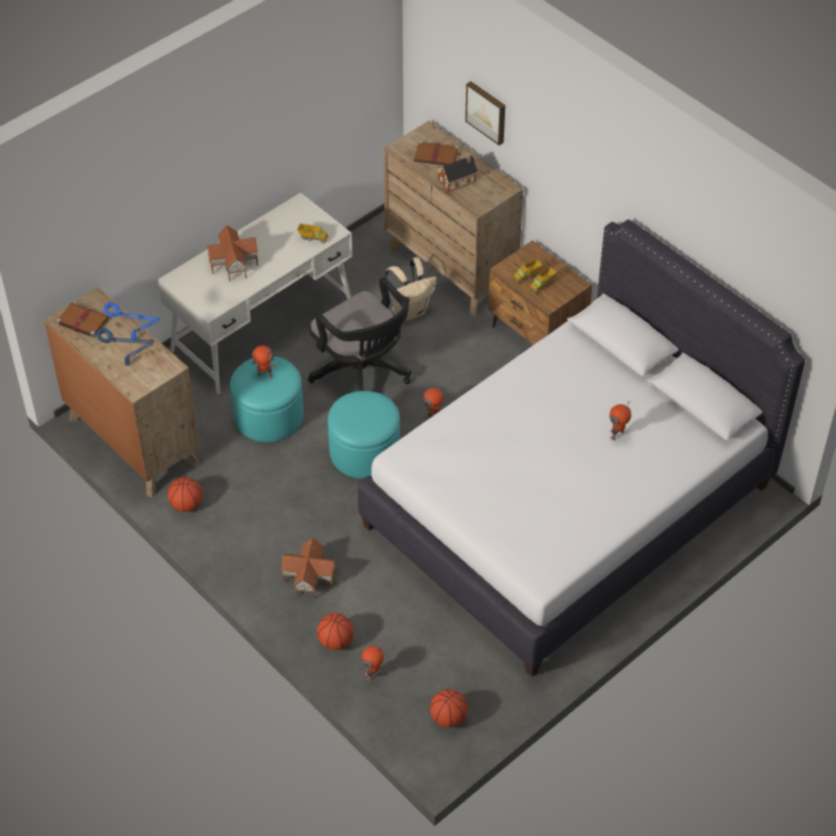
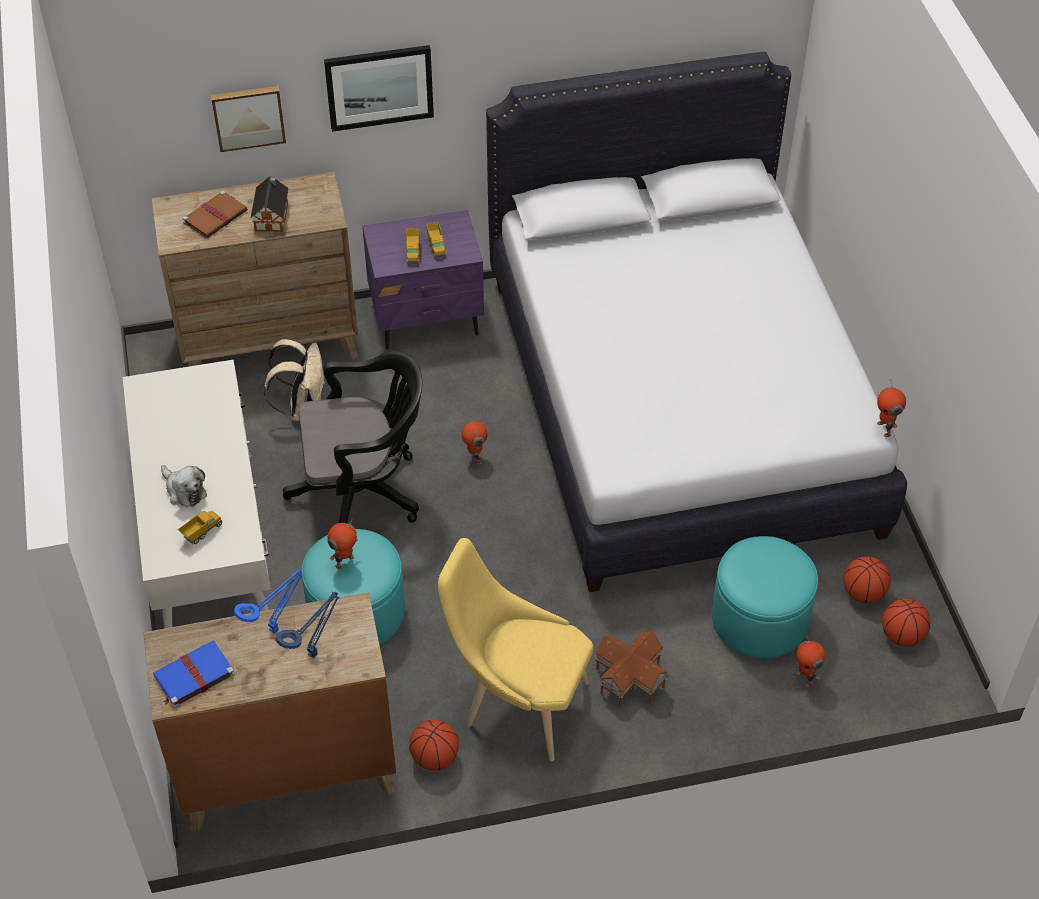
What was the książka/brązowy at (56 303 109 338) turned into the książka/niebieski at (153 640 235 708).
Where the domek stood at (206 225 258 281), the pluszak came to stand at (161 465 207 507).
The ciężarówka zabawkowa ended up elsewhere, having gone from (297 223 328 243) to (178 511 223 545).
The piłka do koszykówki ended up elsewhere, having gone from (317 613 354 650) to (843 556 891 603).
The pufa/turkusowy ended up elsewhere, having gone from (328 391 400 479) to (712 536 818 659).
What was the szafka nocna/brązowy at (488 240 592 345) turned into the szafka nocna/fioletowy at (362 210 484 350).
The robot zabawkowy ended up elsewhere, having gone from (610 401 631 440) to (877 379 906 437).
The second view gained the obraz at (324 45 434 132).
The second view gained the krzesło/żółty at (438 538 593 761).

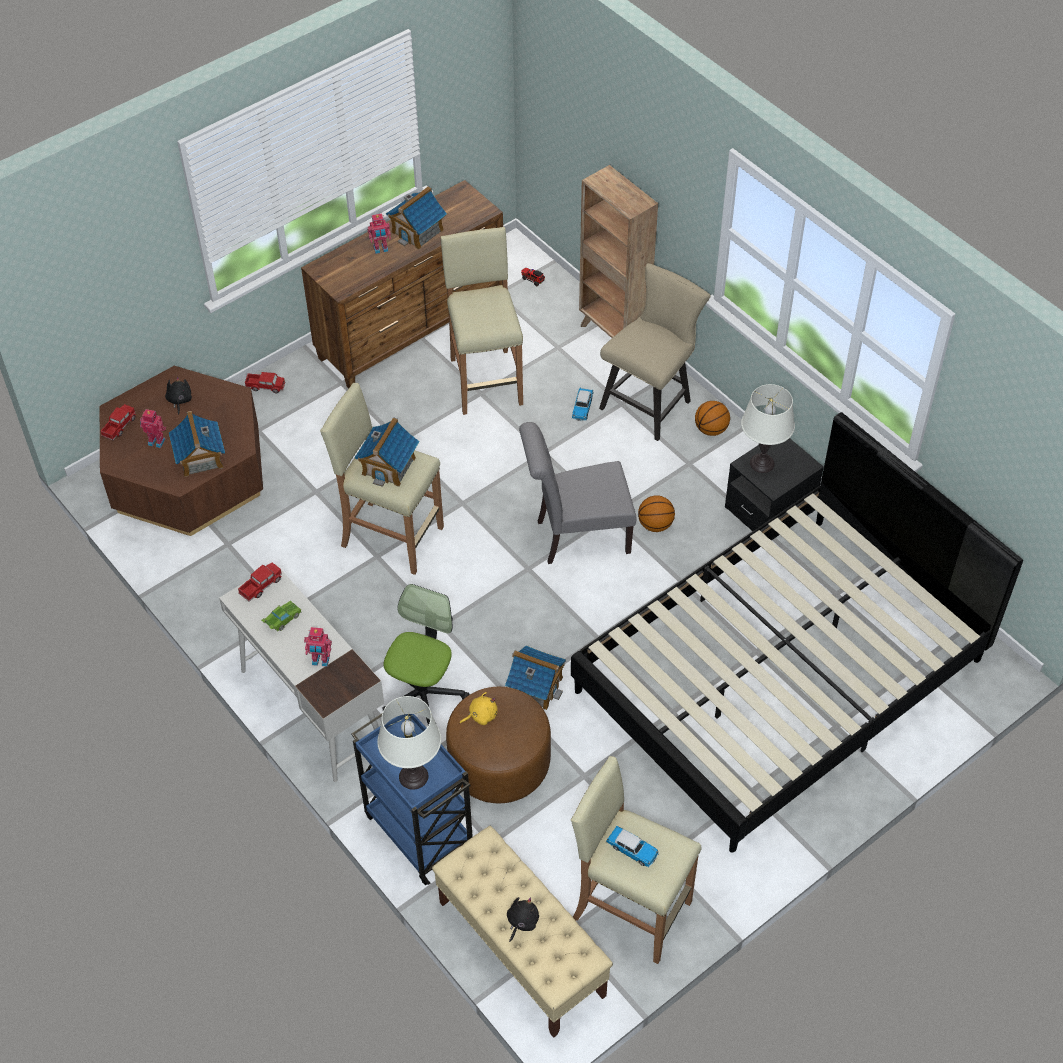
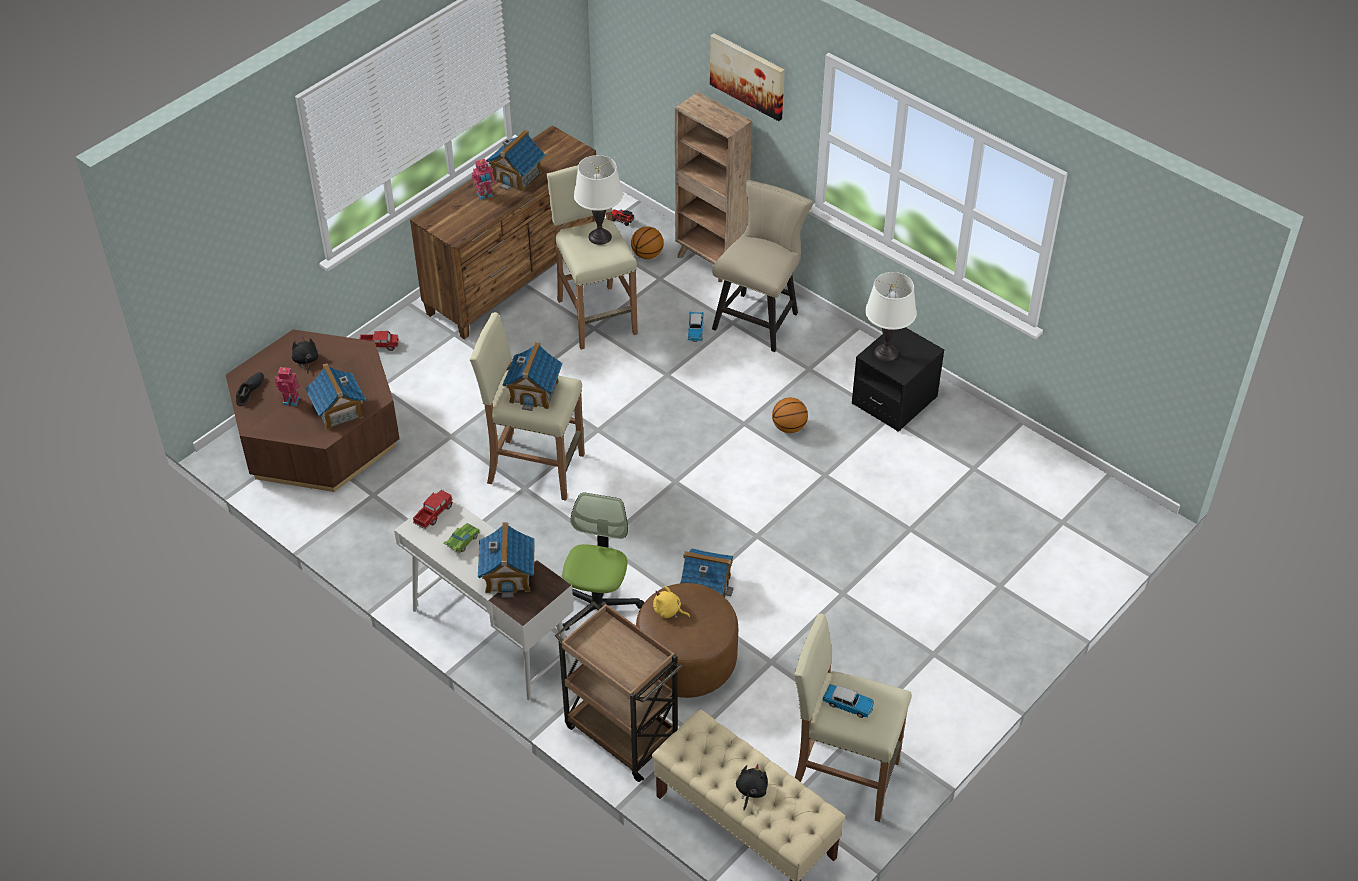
Where the ciężarówka zabawkowa stood at (101 404 136 440), the but/czarny came to stand at (236 372 264 406).
Where the robot zabawkowy stood at (304 627 332 667), the domek came to stand at (478 522 534 598).
What was the wózek/niebieski at (351 714 473 885) turned into the wózek/brązowy at (555 602 682 782).
The lampa stołowa/biały ended up elsewhere, having gone from (377 696 441 790) to (573 155 623 245).
The pluszak/żółty at (460 692 498 725) ended up facing another way, 120 degrees counterclockwise from before.
The second view lost the krzesło/szary at (519 422 637 564).
The second view lost the łóżko/czarny at (571 412 1023 853).
The piłka do koszykówki ended up elsewhere, having gone from (695 401 730 436) to (631 226 664 259).
The second view gained the obraz at (710 33 785 121).

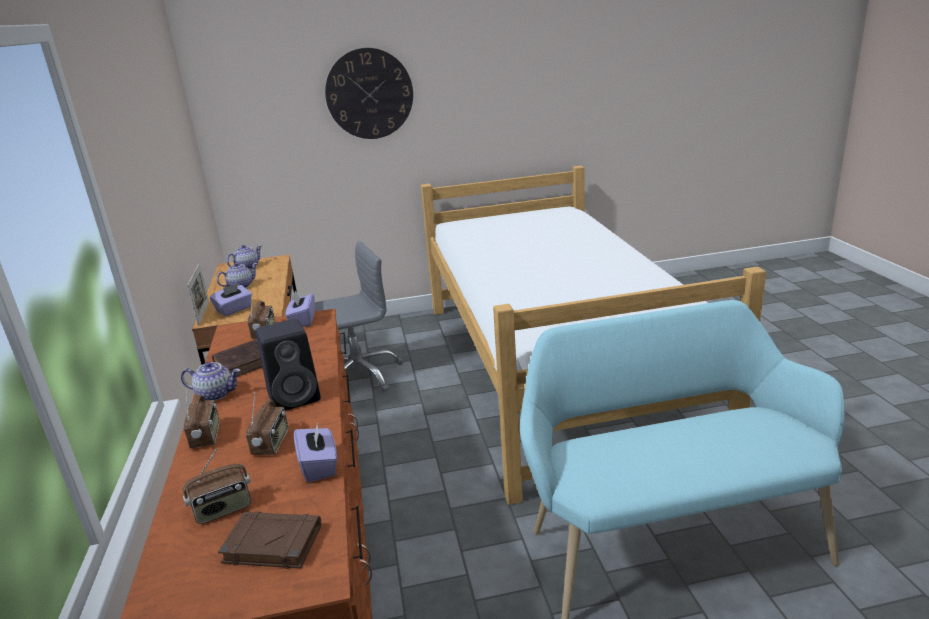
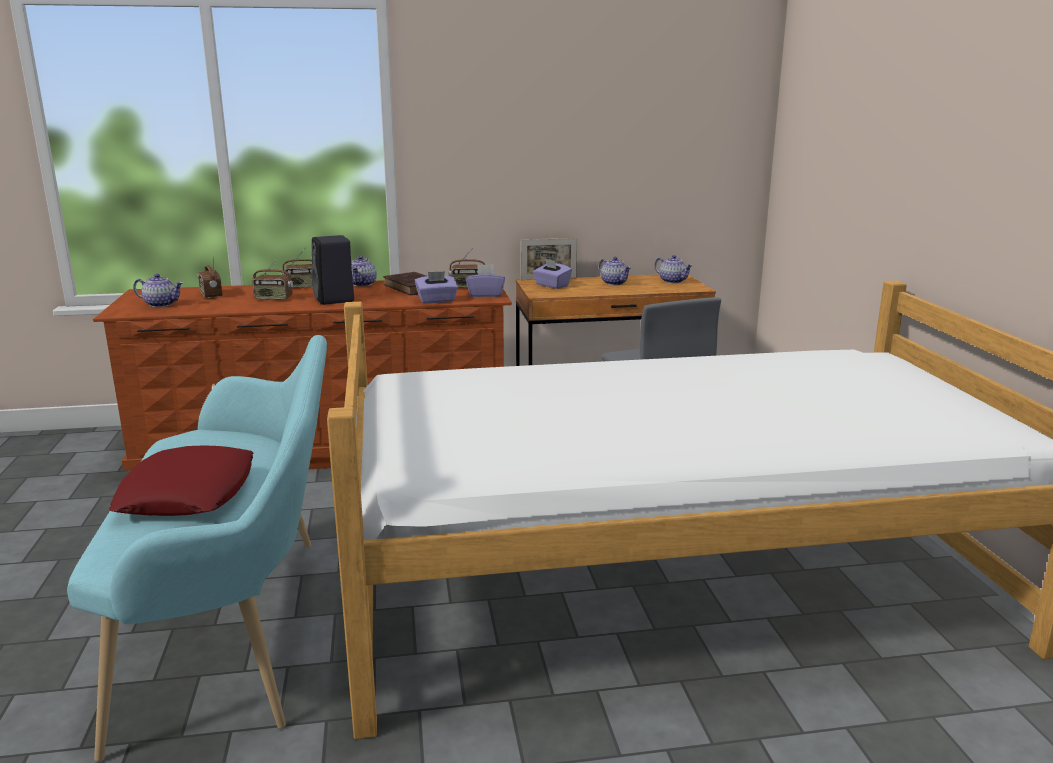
Where the książka/brązowy stood at (218 511 321 569), the imbryk came to stand at (133 274 183 307).
The pudełko chusteczek/fioletowy ended up elsewhere, having gone from (294 421 337 482) to (415 271 458 304).
The second view lost the zegar ścienny at (325 48 413 139).
The second view gained the poduszka/czerwony at (109 446 253 516).

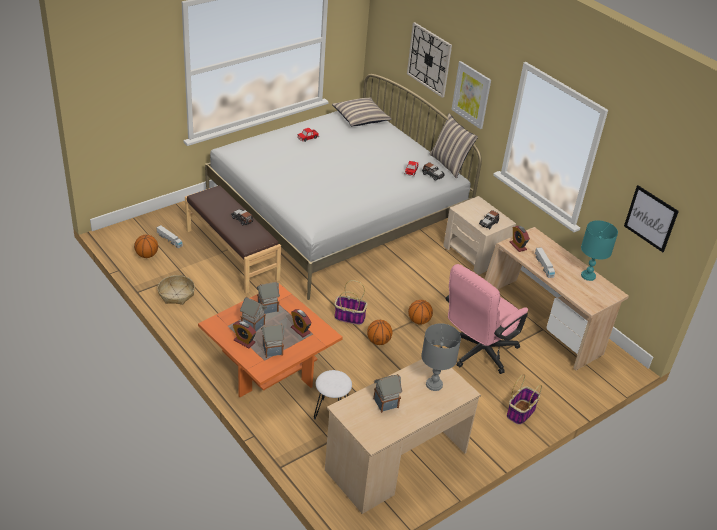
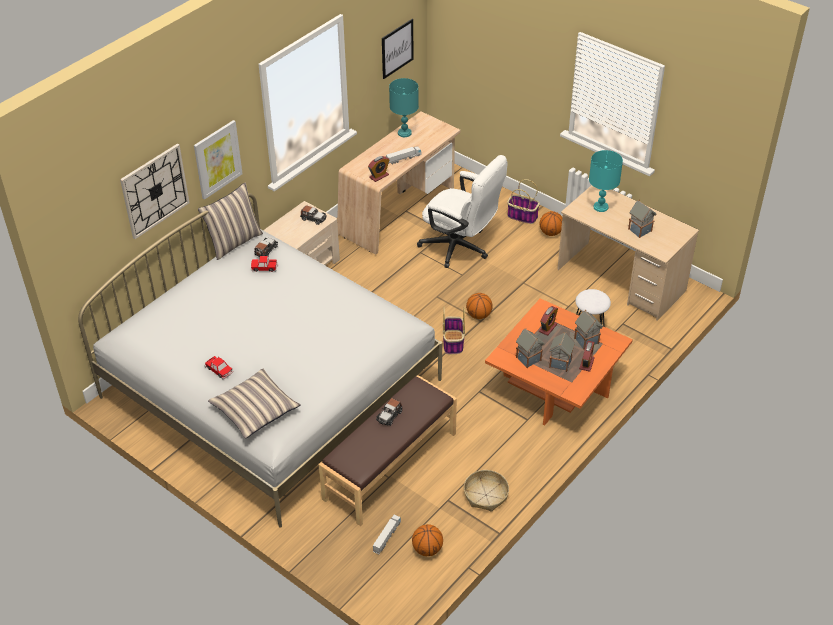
The poduszka ended up elsewhere, having gone from (332 97 392 126) to (208 369 301 439).
The piłka do koszykówki ended up elsewhere, having gone from (408 300 433 325) to (539 211 562 236).
What was the lampa stołowa/szary at (421 323 461 391) turned into the lampa stołowa/turkusowy at (589 150 623 212).
What was the krzesło biurowe/różowy at (446 264 528 374) turned into the krzesło biurowe/biały at (417 155 508 268).

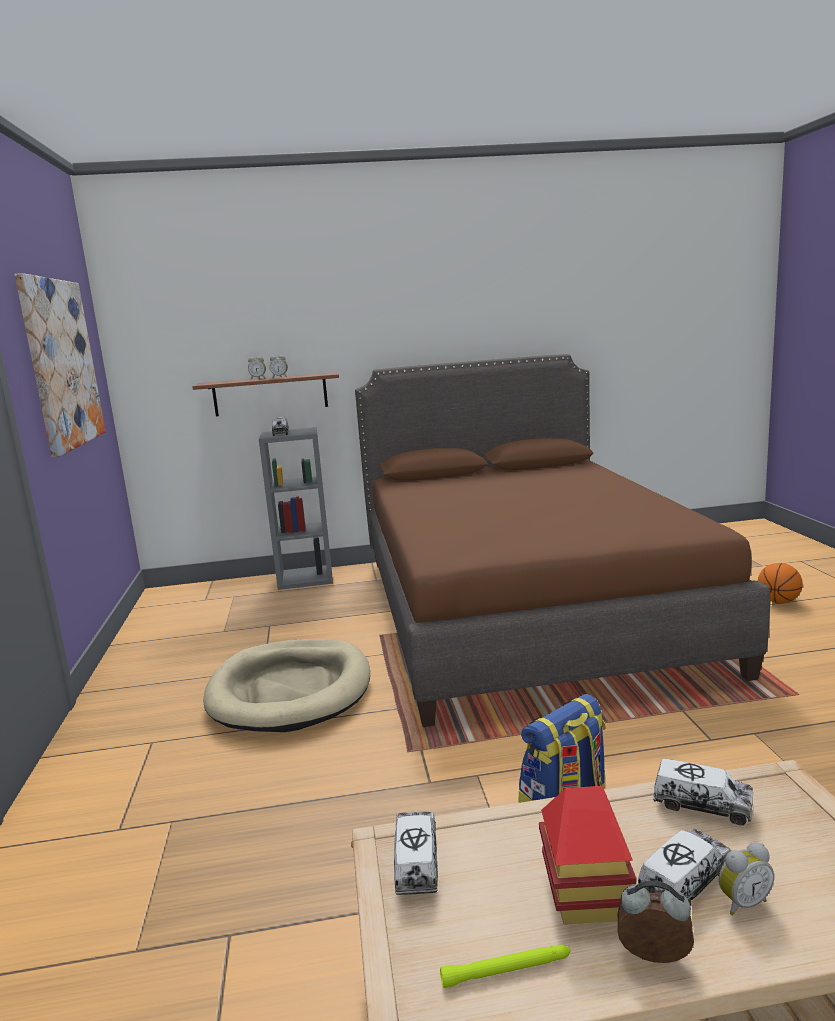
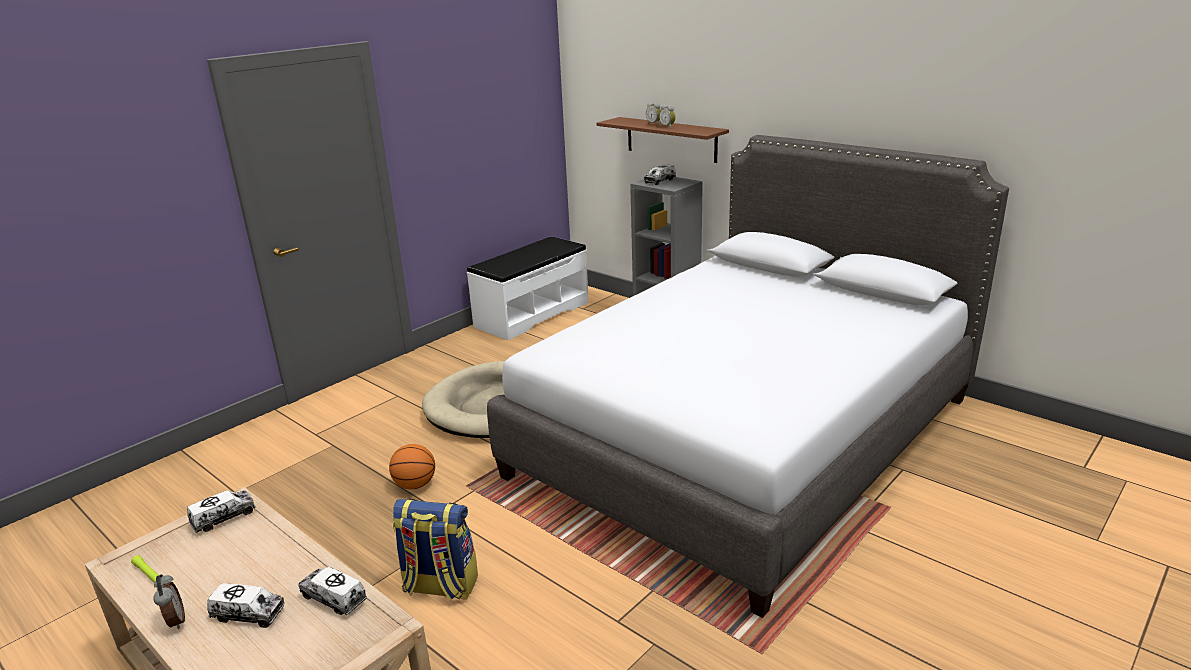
The second view lost the obraz at (15 273 106 458).
What was the łóżko/brązowy at (355 354 770 727) turned into the łóżko/szary at (487 135 1009 618).
The second view lost the domek at (539 786 636 924).
The ciężarówka zabawkowa at (653 758 753 825) ended up facing another way, 135 degrees clockwise from before.
The second view lost the budzik at (719 843 774 915).
The piłka do koszykówki ended up elsewhere, having gone from (758 563 803 604) to (389 444 435 490).
The second view gained the ławka/biały at (467 237 589 340).

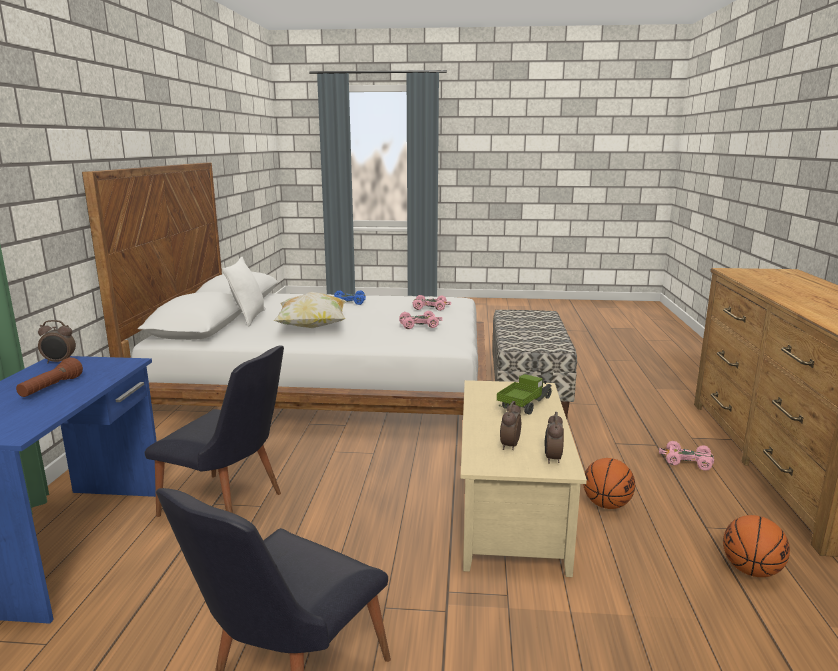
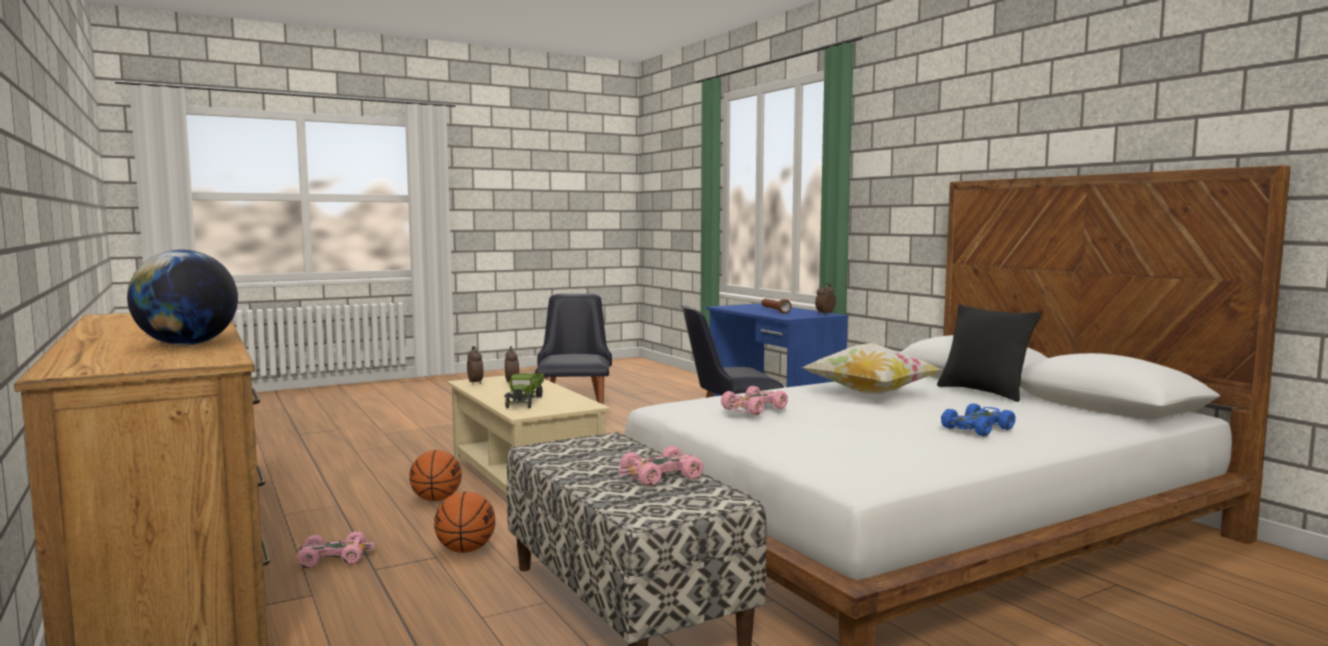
What was the poduszka/biały at (222 257 266 327) turned into the poduszka/czarny at (937 304 1041 402).
The samochodzik/różowy ended up elsewhere, having gone from (413 295 451 311) to (617 446 703 486).
The piłka do koszykówki ended up elsewhere, having gone from (723 515 790 577) to (434 491 495 553).
The second view gained the globus at (127 250 238 345).

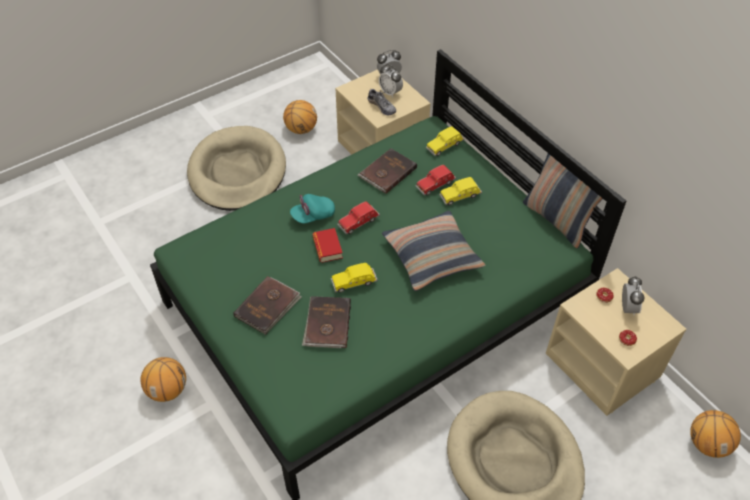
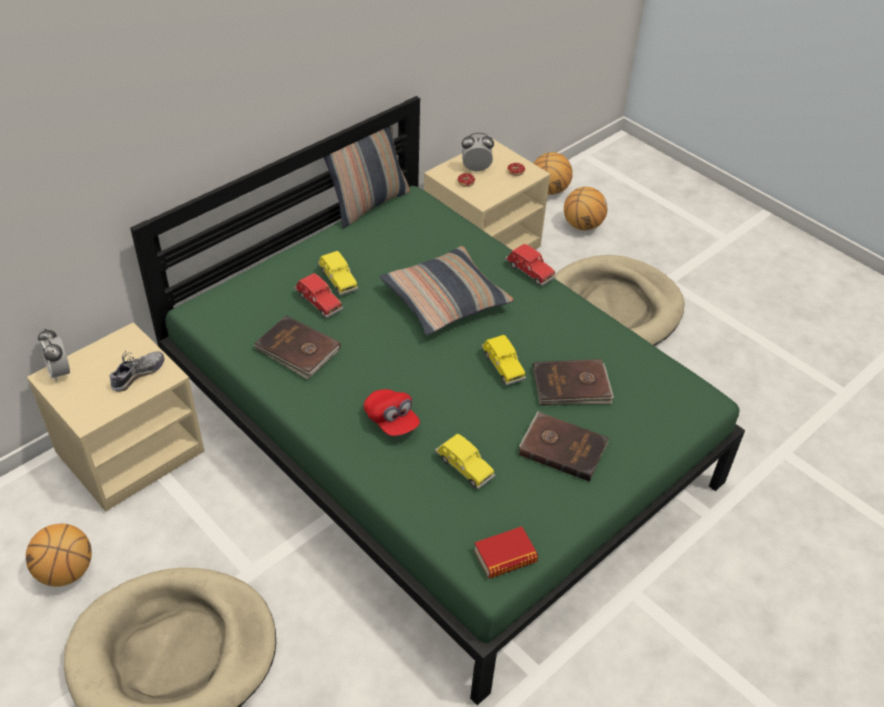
The piłka do koszykówki ended up elsewhere, having gone from (141 357 186 402) to (564 187 608 230).
What was the czapka z daszkiem/turkusowy at (290 194 335 223) turned into the czapka z daszkiem/czerwony at (364 389 420 436).
The książka ended up elsewhere, having gone from (313 228 343 263) to (474 526 538 579).
The samochodzik/czerwony ended up elsewhere, having gone from (337 201 380 235) to (505 244 556 286).
The second view lost the budzik at (379 64 403 97).
The samochodzik/żółty ended up elsewhere, having gone from (426 126 464 156) to (435 434 495 490).

